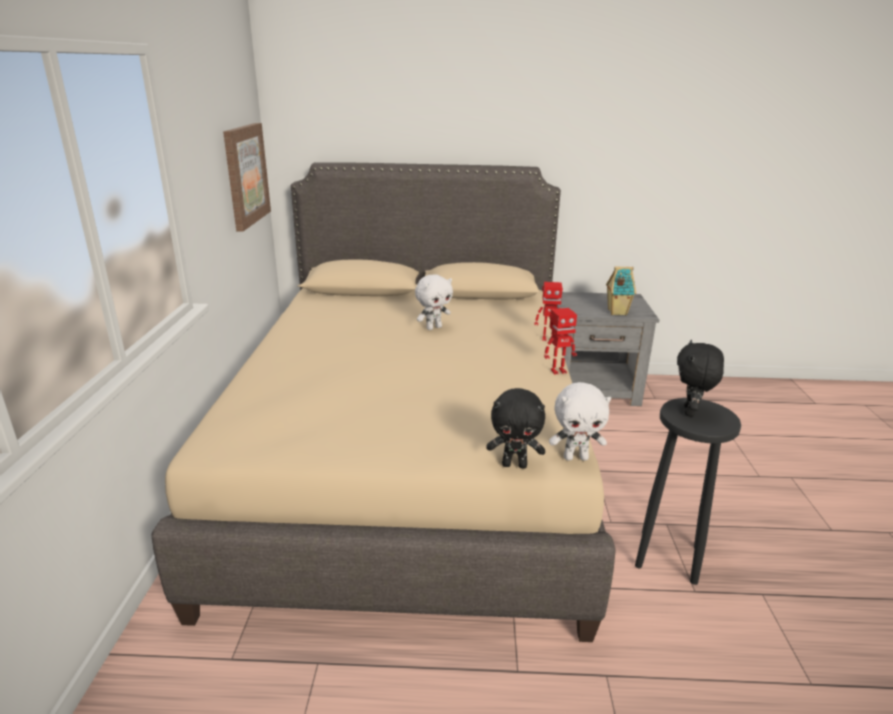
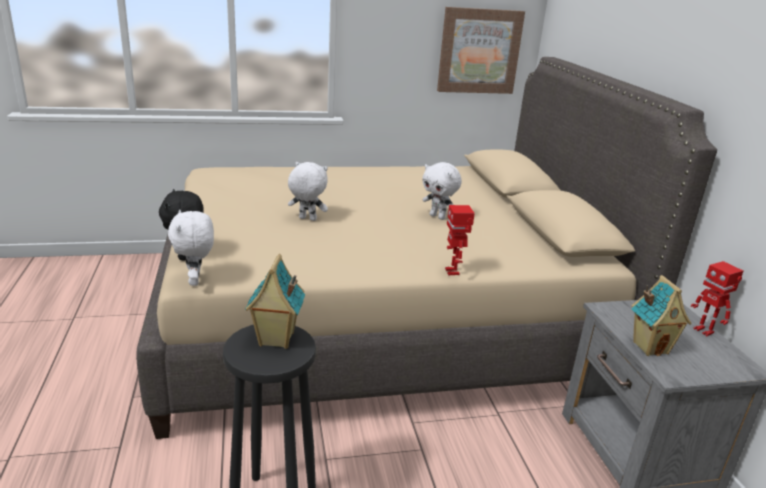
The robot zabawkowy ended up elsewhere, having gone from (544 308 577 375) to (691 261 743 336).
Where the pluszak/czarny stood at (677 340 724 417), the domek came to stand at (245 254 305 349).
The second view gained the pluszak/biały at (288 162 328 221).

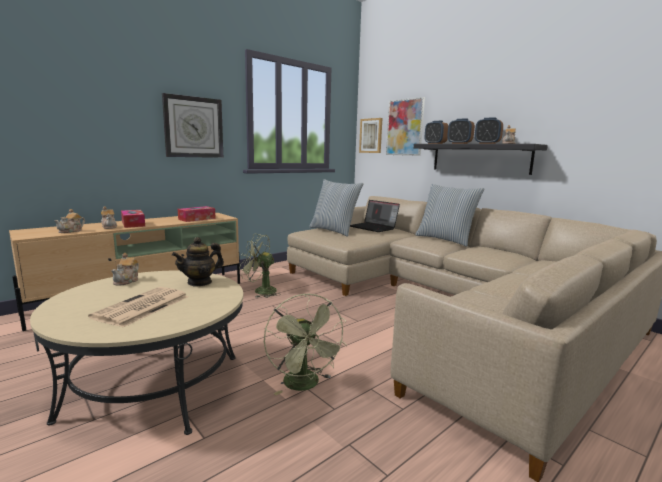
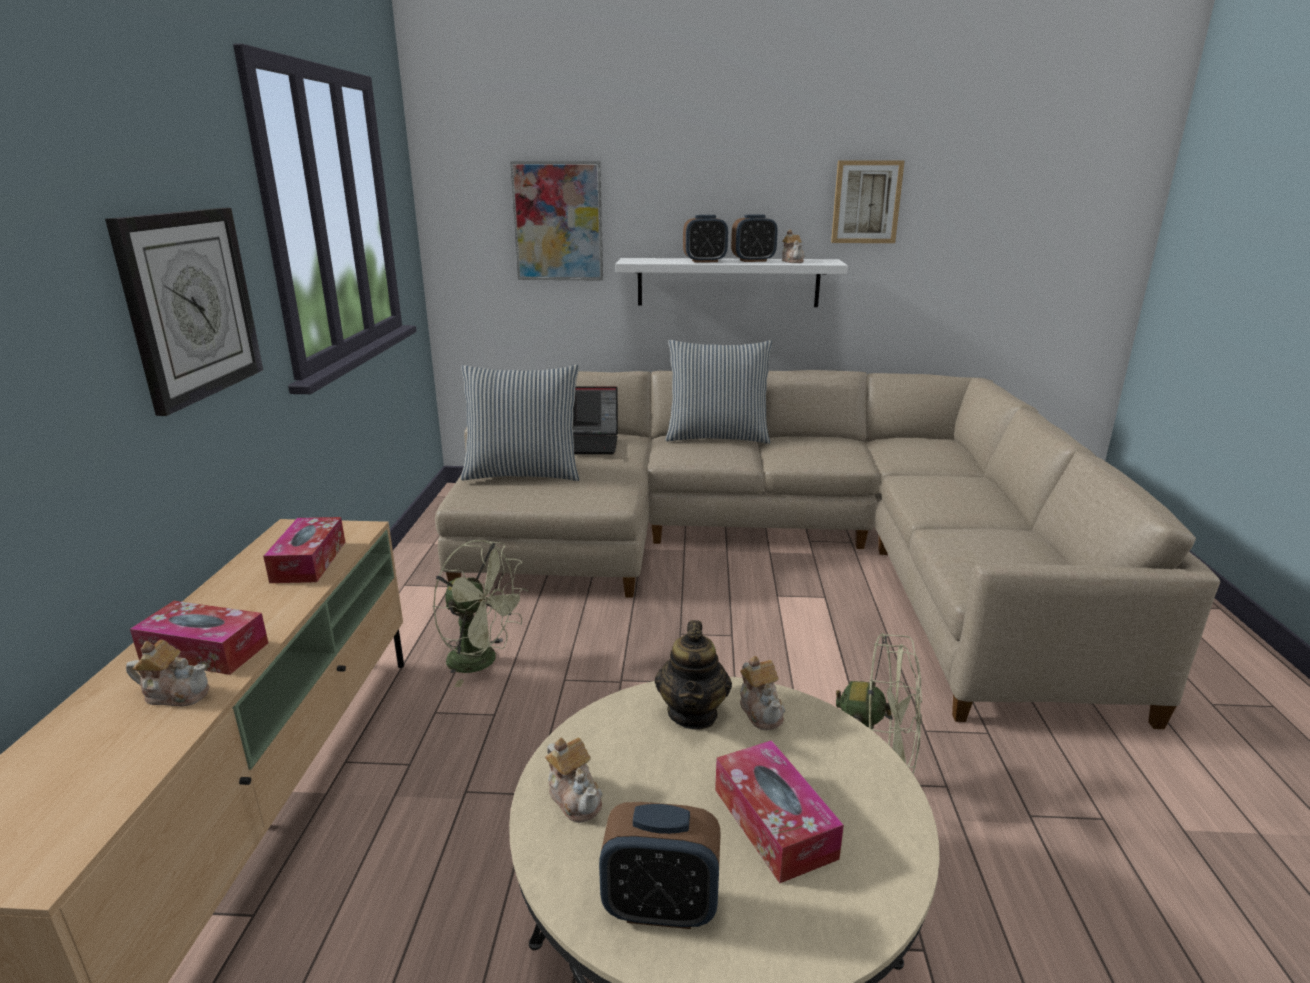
The imbryk ended up elsewhere, having gone from (54 209 85 233) to (740 656 785 730).
Where the gazeta stood at (88 287 188 327), the pudełko chusteczek came to stand at (715 740 844 883).
The wentylator/zielony at (240 234 281 298) ended up facing another way, 120 degrees counterclockwise from before.
The obraz ended up elsewhere, having gone from (359 118 382 153) to (831 161 905 243).
What was the półka/czarny at (414 144 548 175) turned into the półka/biały at (615 258 848 307).
The budzik ended up elsewhere, having gone from (424 121 448 144) to (599 802 721 929).

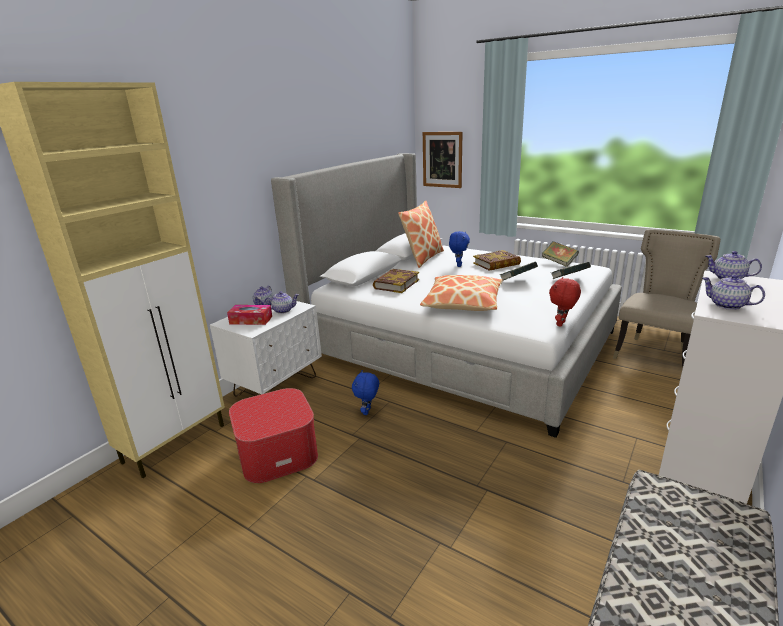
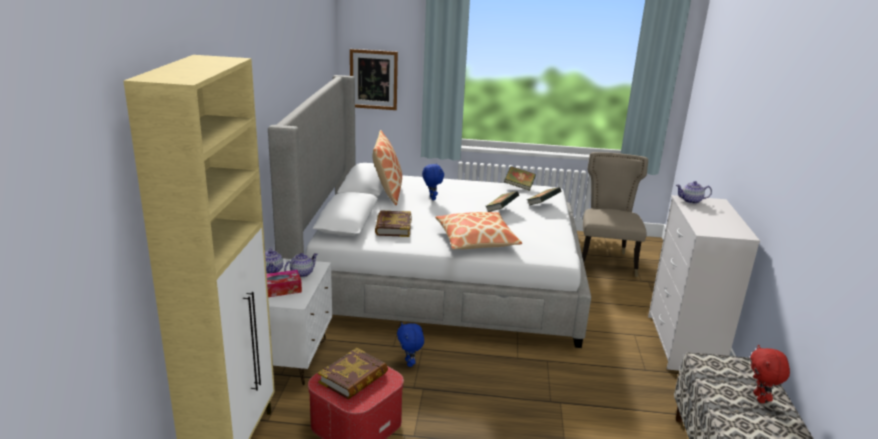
The książka ended up elsewhere, having gone from (473 250 521 271) to (318 348 388 399).
The pluszak/czerwony ended up elsewhere, having gone from (549 277 581 327) to (750 345 790 403).
The second view lost the imbryk at (702 275 765 310).

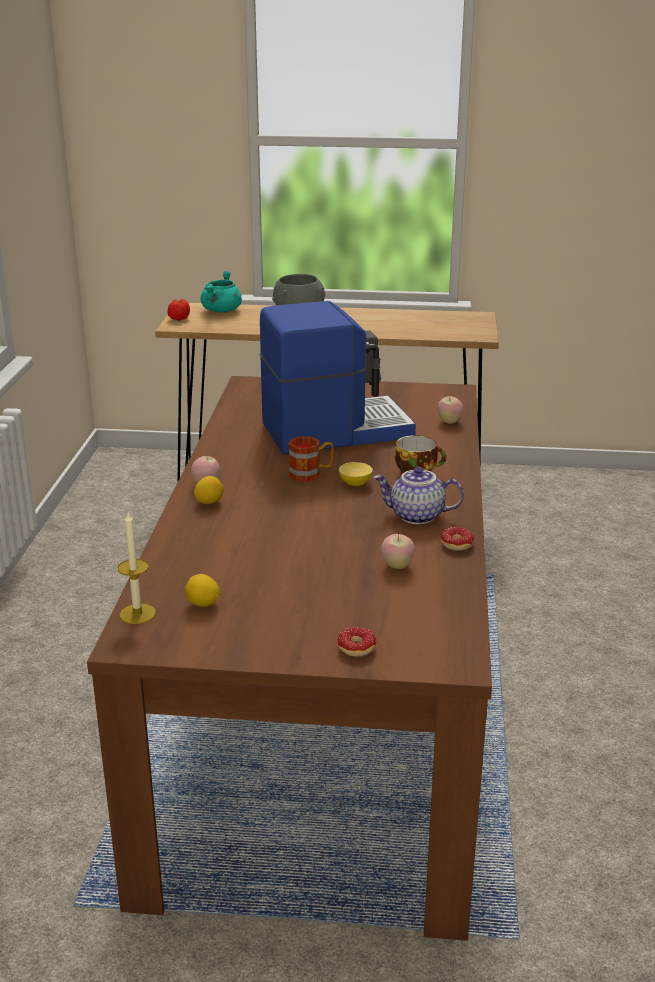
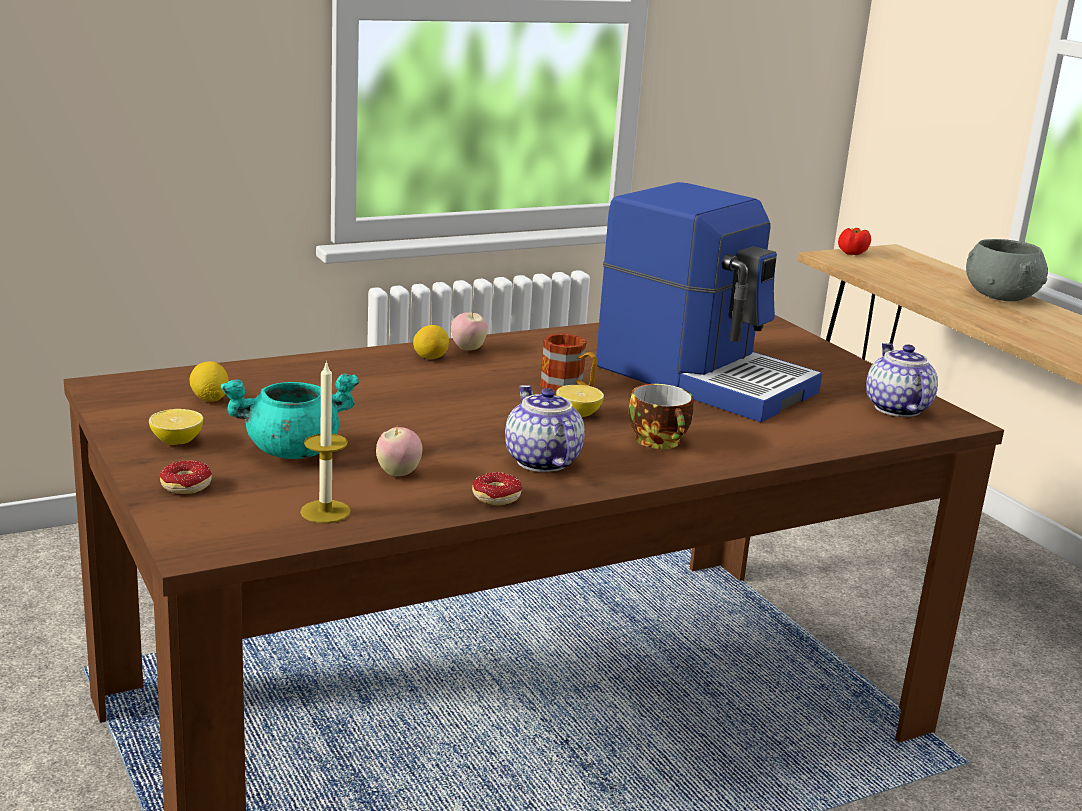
The świeca ended up elsewhere, having gone from (118 513 156 624) to (300 360 351 523).
The garnek/turkusowy ended up elsewhere, having gone from (201 271 242 313) to (221 373 359 459).
The second view lost the jabłko at (437 396 463 424).
The second view gained the cytryna at (149 409 203 445).
The second view gained the imbryk at (866 343 938 417).

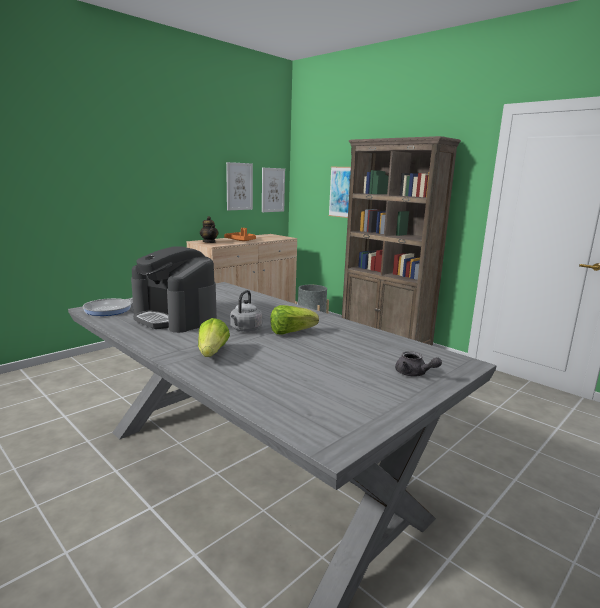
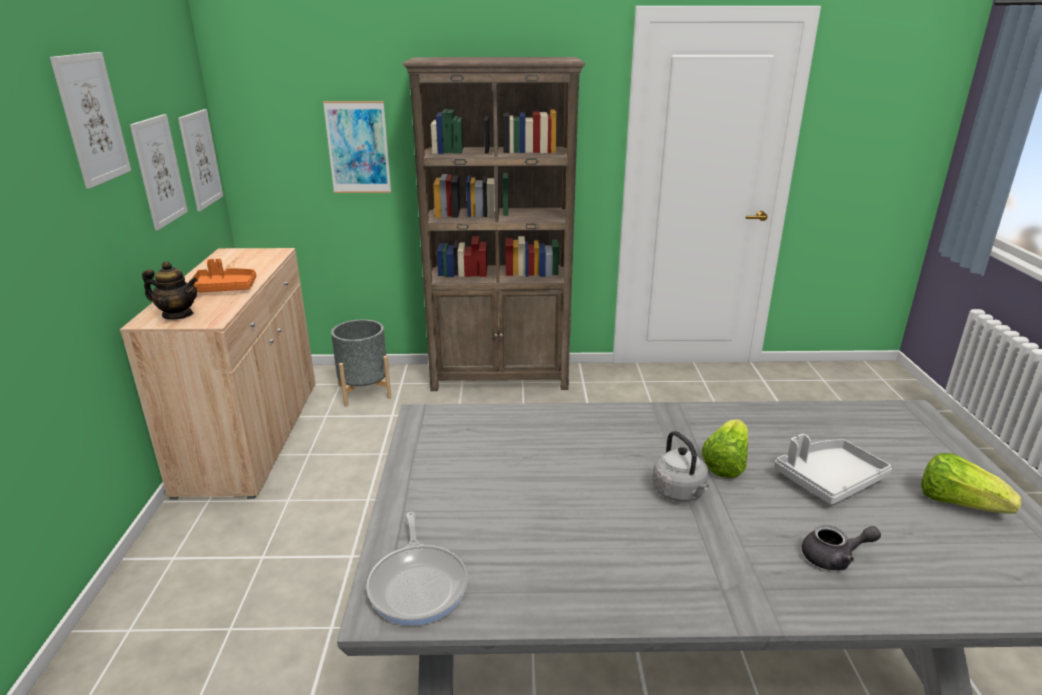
The second view lost the ekspres do kawy at (131 246 217 333).
The sałata ended up elsewhere, having gone from (198 318 230 357) to (921 453 1022 514).
The imbryk/szary ended up elsewhere, having gone from (395 351 442 377) to (802 525 881 570).
The second view gained the obraz at (50 52 131 189).
The second view gained the taca/szary at (774 434 892 505).

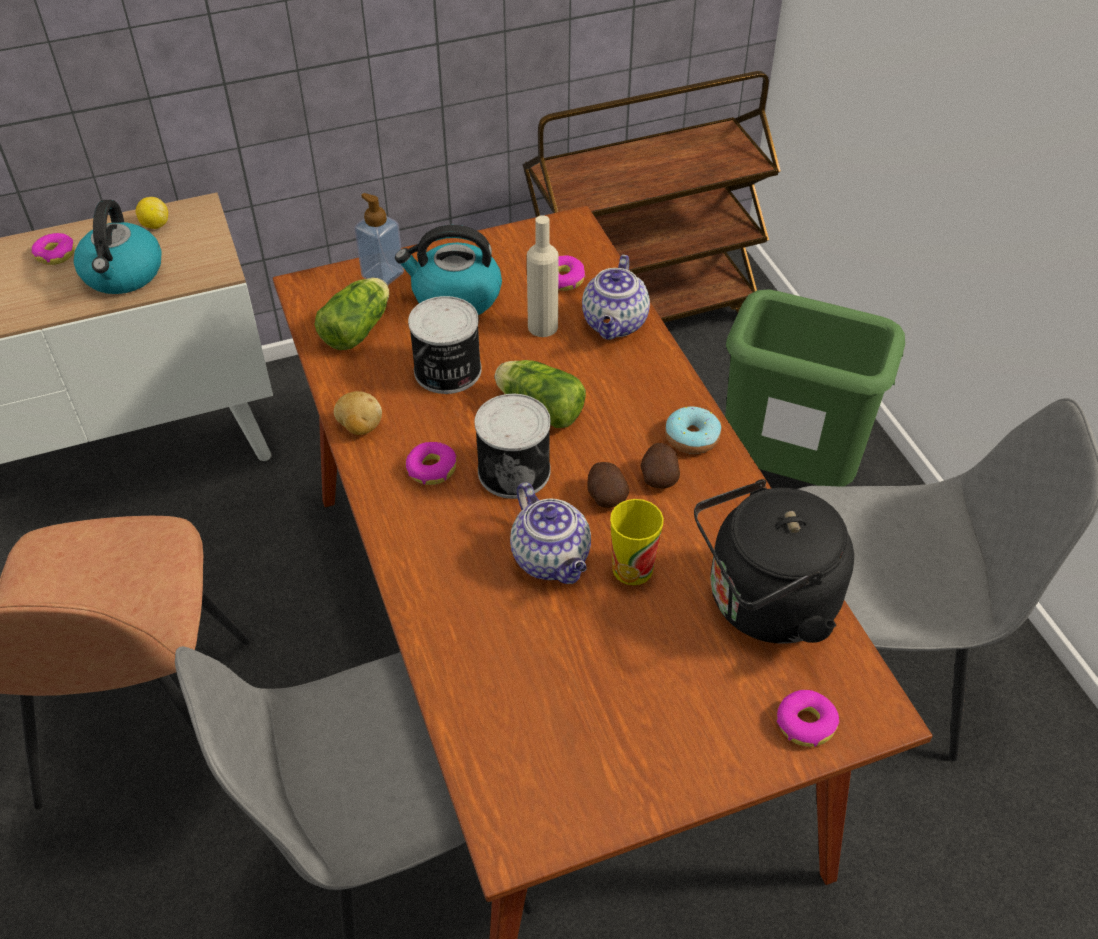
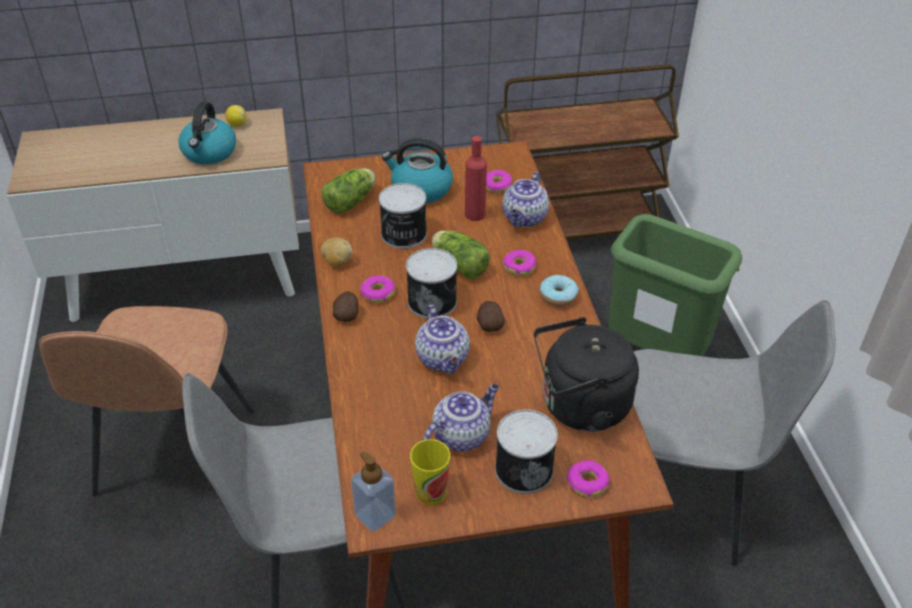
The donut ended up elsewhere, having gone from (31 233 75 265) to (503 250 536 276).
The dozownik mydła ended up elsewhere, having gone from (355 193 404 285) to (351 451 396 532).
What was the butelka/beżowy at (527 215 559 337) turned into the butelka/czerwony at (465 136 487 221).
The filiżanka ended up elsewhere, having gone from (610 499 664 585) to (410 439 450 505).
The ziemniak ended up elsewhere, having gone from (641 443 680 488) to (333 291 358 322).
The second view gained the imbryk at (423 384 499 451).
The second view gained the puszka at (495 409 558 494).

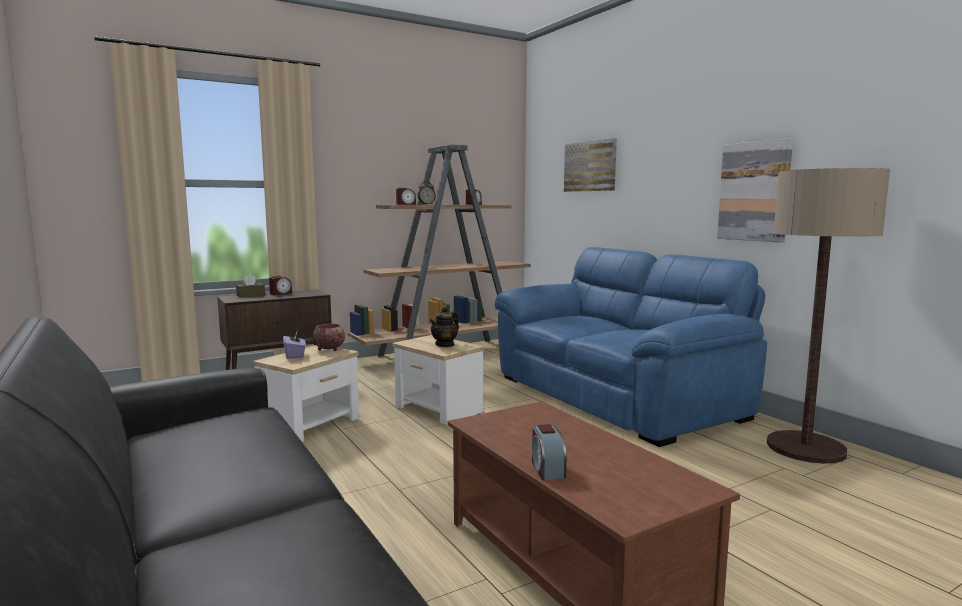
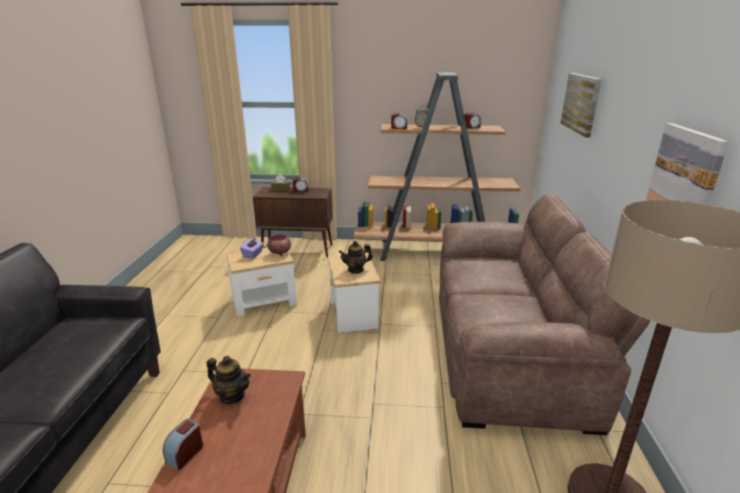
What was the kanapa/niebieski at (495 247 767 447) turned into the kanapa/brązowy at (439 193 651 435).
The second view gained the imbryk at (207 356 251 404).

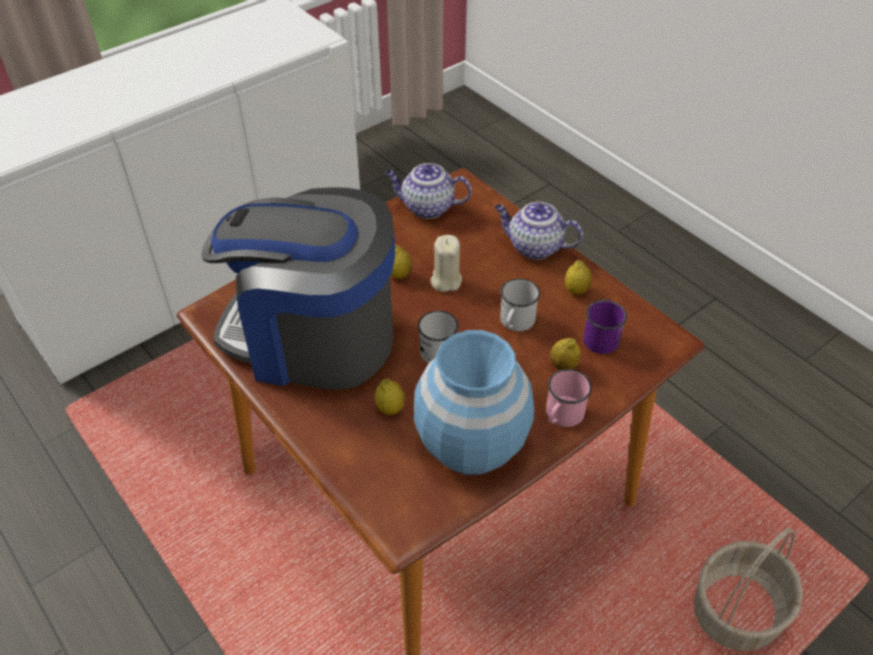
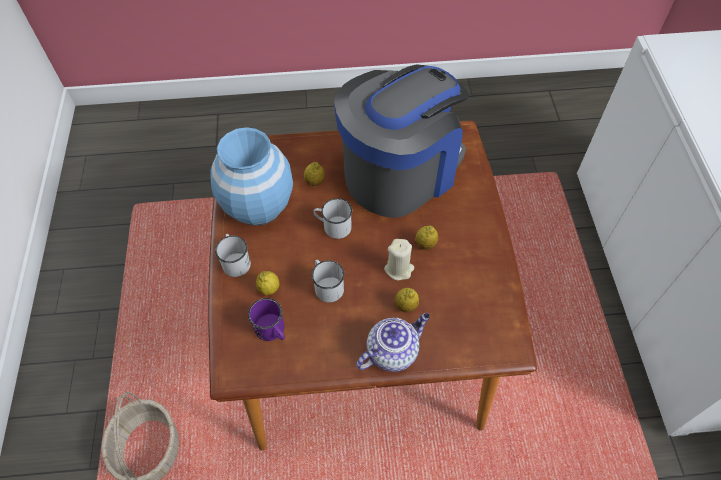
The second view lost the imbryk at (385 163 472 219).
What was the kubek/różowy at (546 369 592 427) turned into the kubek/biały at (215 234 251 277).
The cytryna ended up elsewhere, having gone from (565 260 592 295) to (395 288 419 312).

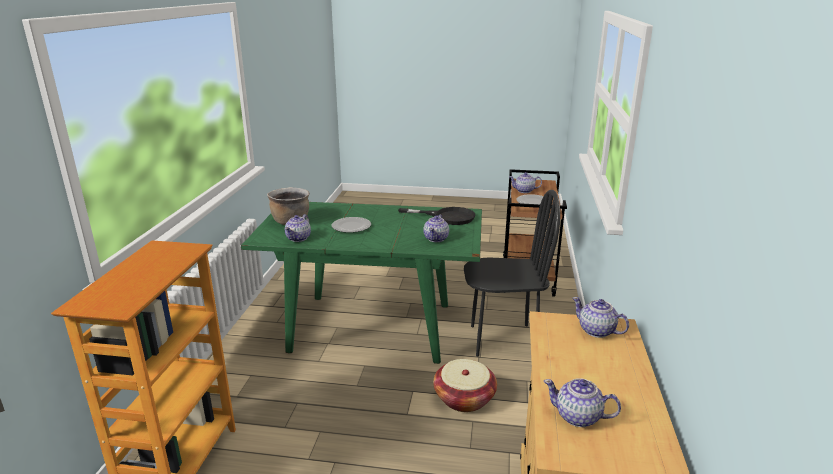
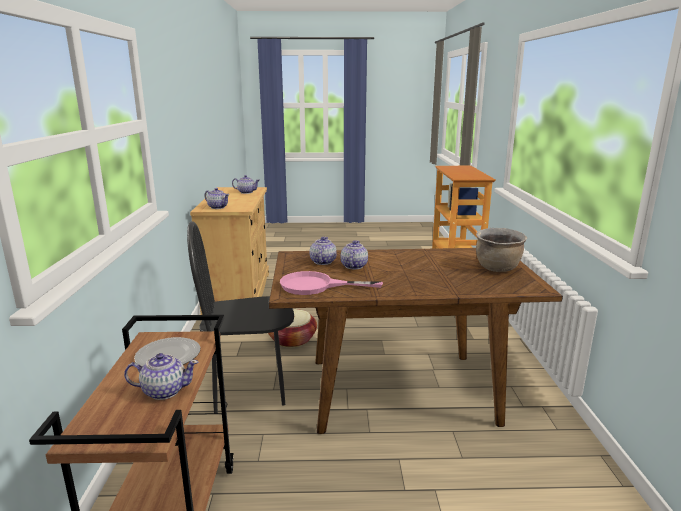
What was the stół jadalny/zielony at (241 202 482 364) turned into the stół jadalny/brązowy at (269 248 563 434).
The imbryk ended up elsewhere, having gone from (285 214 311 242) to (340 240 368 269).
The second view lost the talerz at (331 217 371 233).
What was the patelnia/czarny at (398 207 475 225) turned into the patelnia/różowy at (280 271 383 295).

